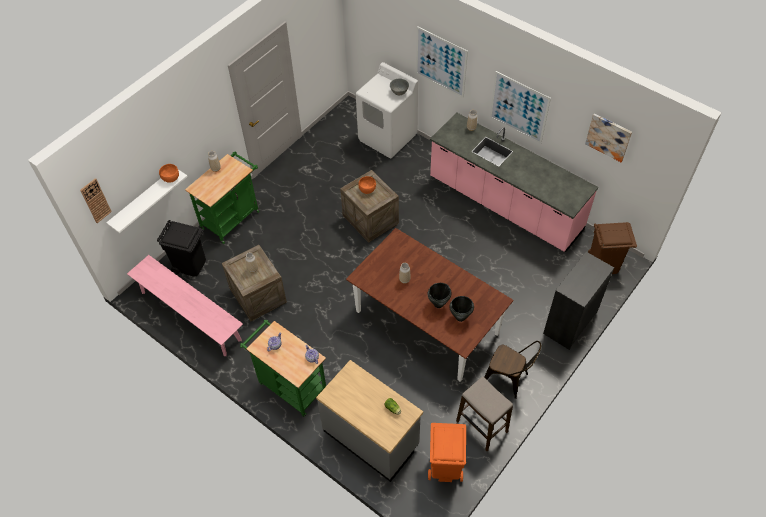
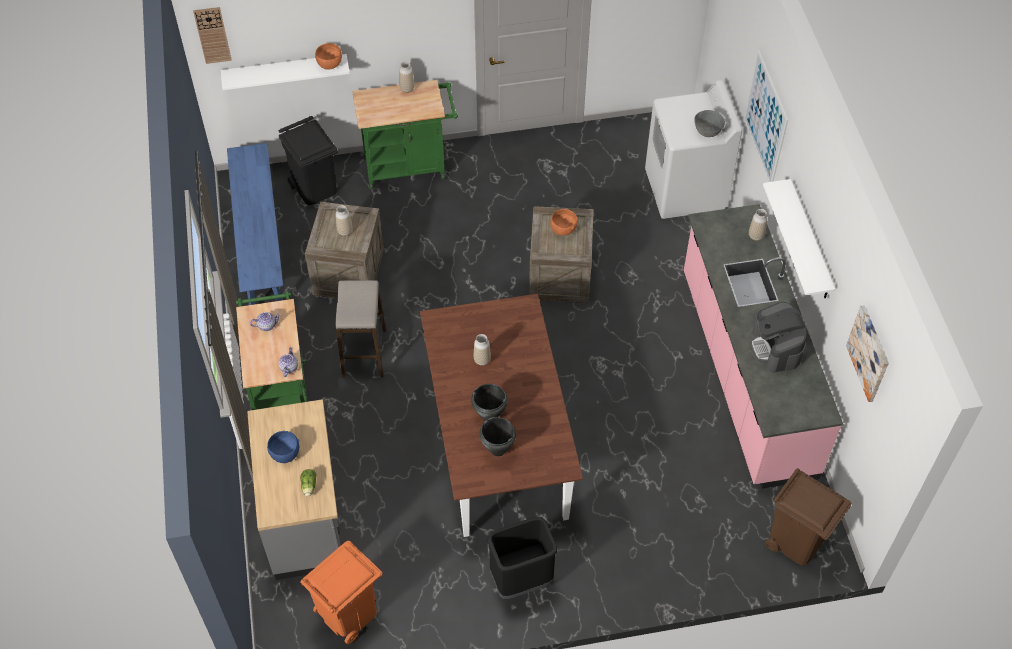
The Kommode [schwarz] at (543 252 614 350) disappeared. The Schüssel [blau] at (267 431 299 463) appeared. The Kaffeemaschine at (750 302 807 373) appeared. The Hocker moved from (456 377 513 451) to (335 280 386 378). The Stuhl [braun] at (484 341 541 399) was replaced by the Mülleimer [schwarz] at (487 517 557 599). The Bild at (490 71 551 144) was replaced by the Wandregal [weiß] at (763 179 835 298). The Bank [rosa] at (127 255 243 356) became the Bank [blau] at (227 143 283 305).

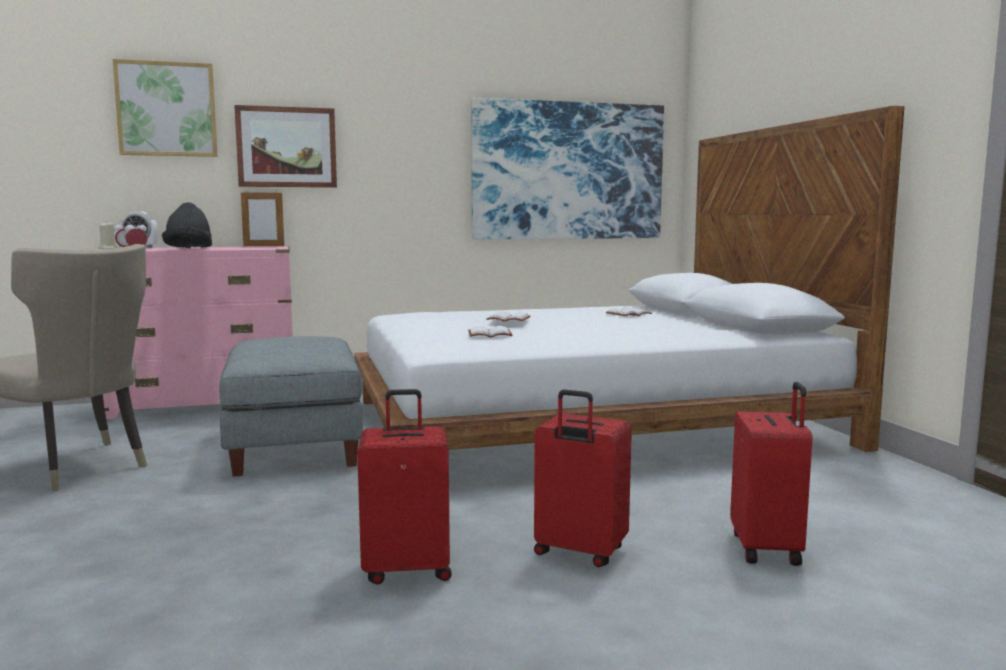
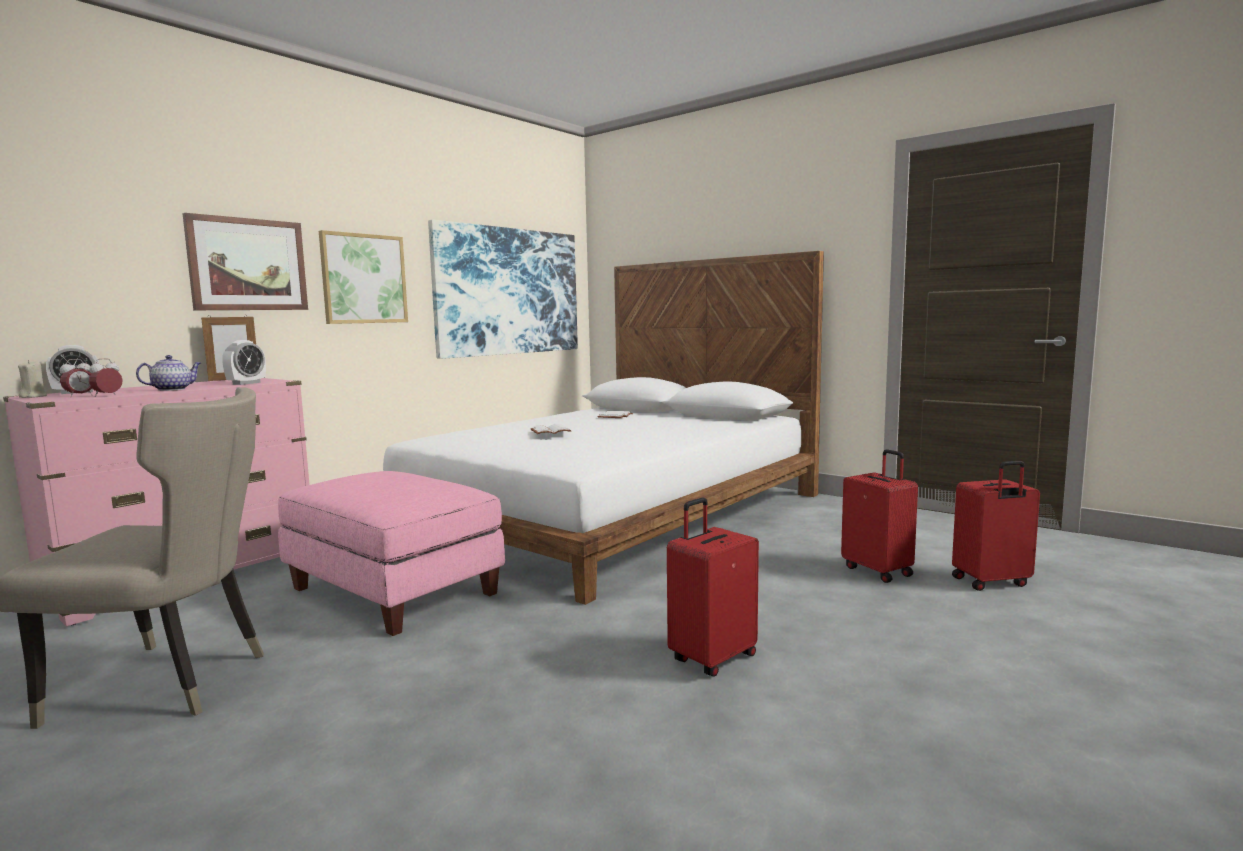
The Buch [weiß] at (468 326 512 338) disappeared. The Wecker at (222 340 266 385) appeared. The Bild moved from (113 59 218 157) to (319 230 408 324). The Koffer [rot] moved from (534 389 632 567) to (952 461 1040 591). The Hut [schwarz] at (162 202 212 248) was replaced by the Teekanne at (136 355 201 391). The Polsterhocker [grau] at (219 336 363 477) became the Polsterhocker [rosa] at (278 471 505 636).

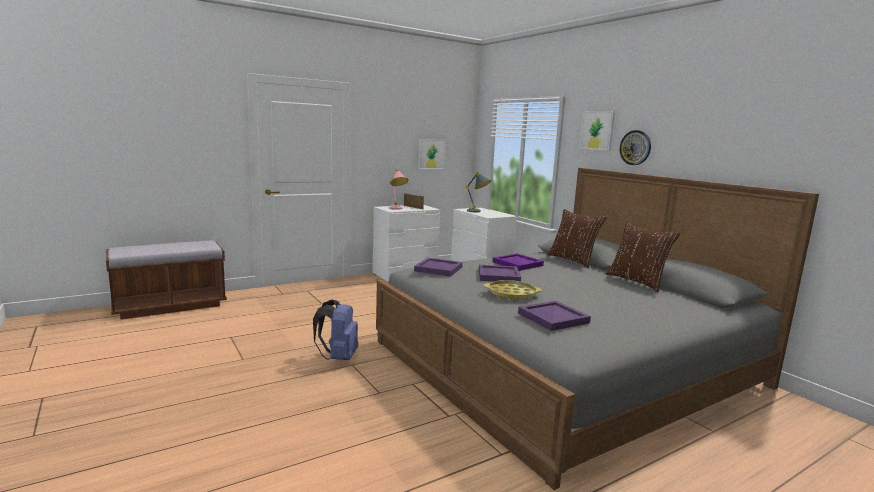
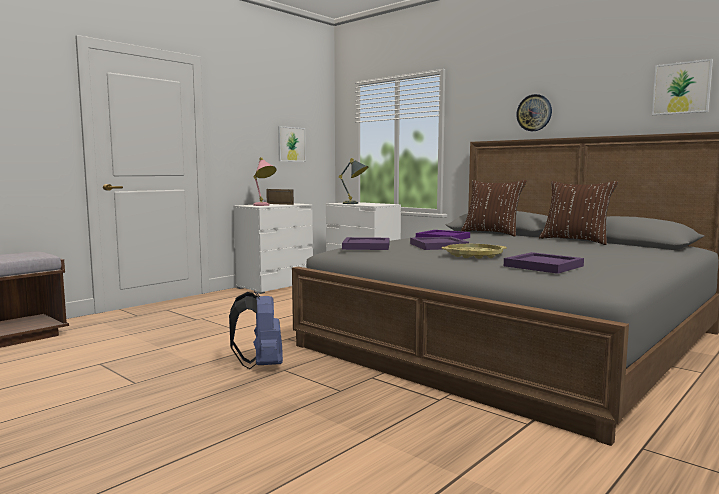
The Bild moved from (580 111 615 150) to (652 59 713 115).

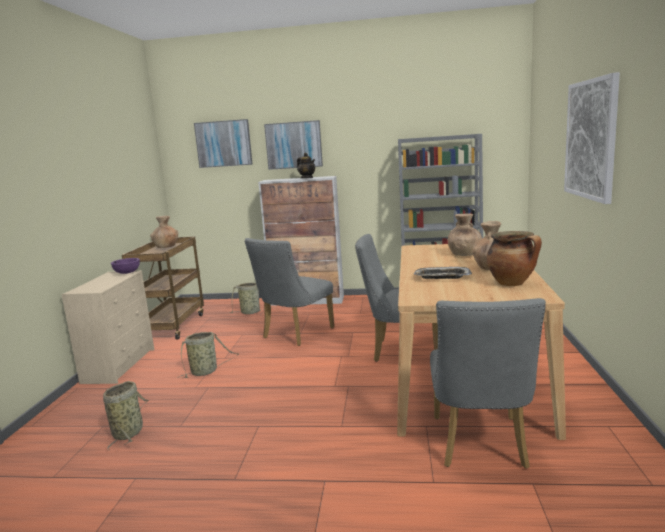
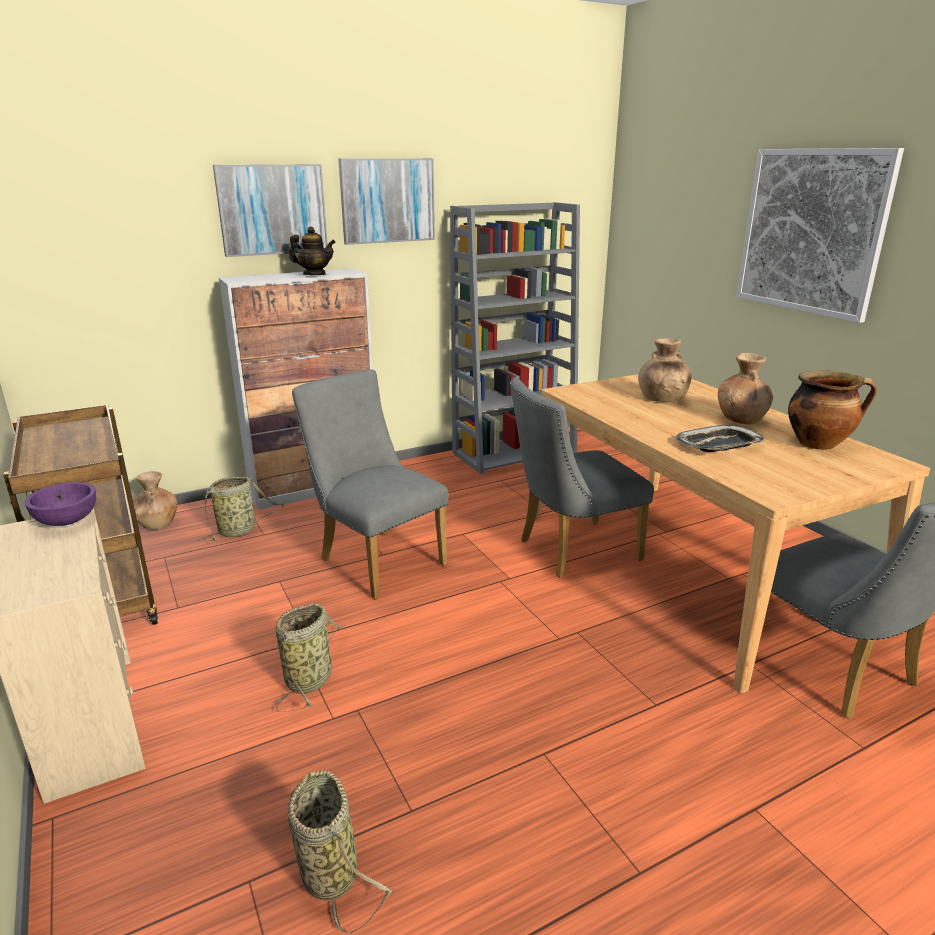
The Vase [braun] moved from (150 216 179 248) to (133 471 178 530). The Bild moved from (194 119 252 168) to (339 158 435 245). The Stuhl [grau] at (244 238 335 346) turned 135 degrees clockwise.

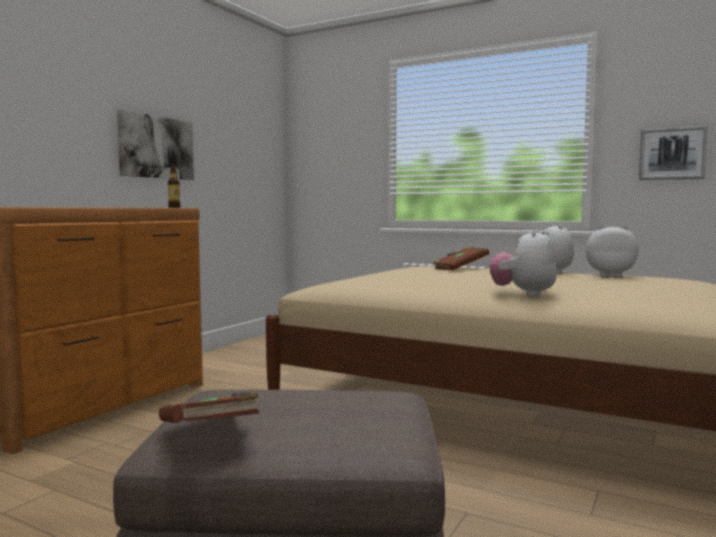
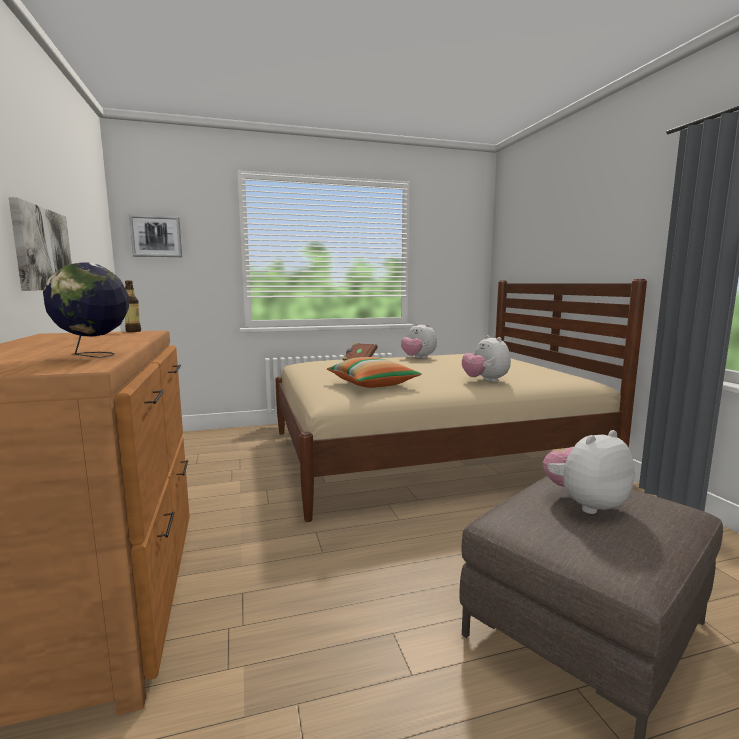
The Buch [braun] at (159 392 259 423) disappeared. The Globus at (43 262 129 358) appeared. The Kissen at (327 357 422 388) appeared. The Plüschtier moved from (586 225 639 277) to (543 430 634 514). The Bild moved from (639 125 708 180) to (129 215 182 257).

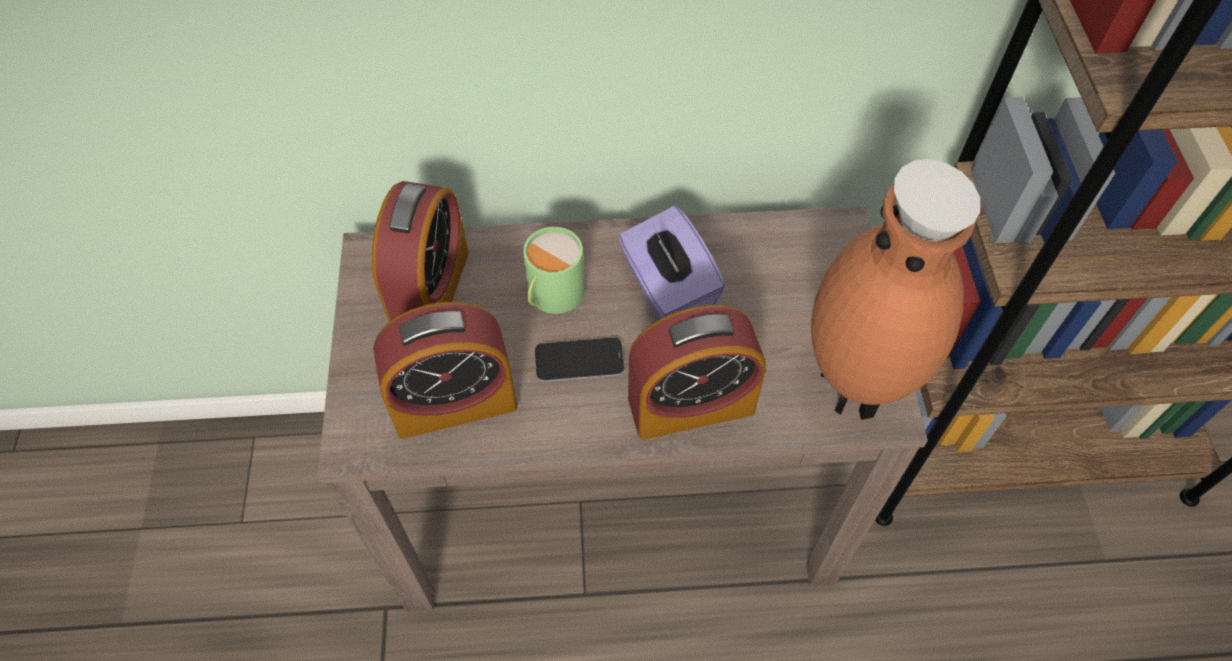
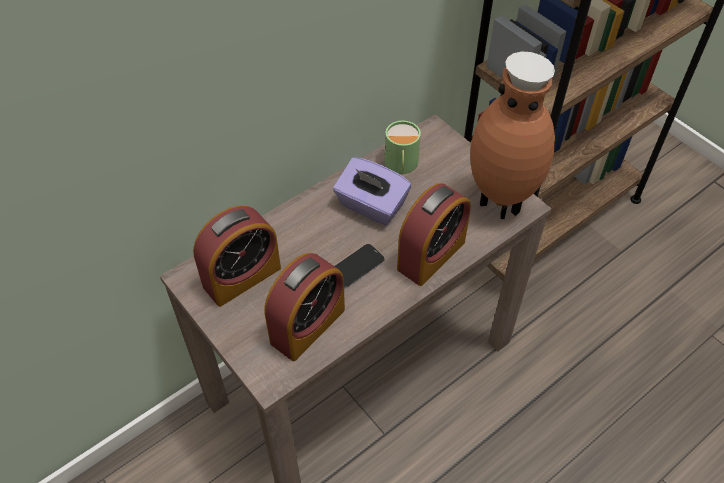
The Henkelbecher [grün] moved from (522 227 585 314) to (384 121 421 174). The Wecker at (372 181 469 322) turned 75 degrees clockwise.

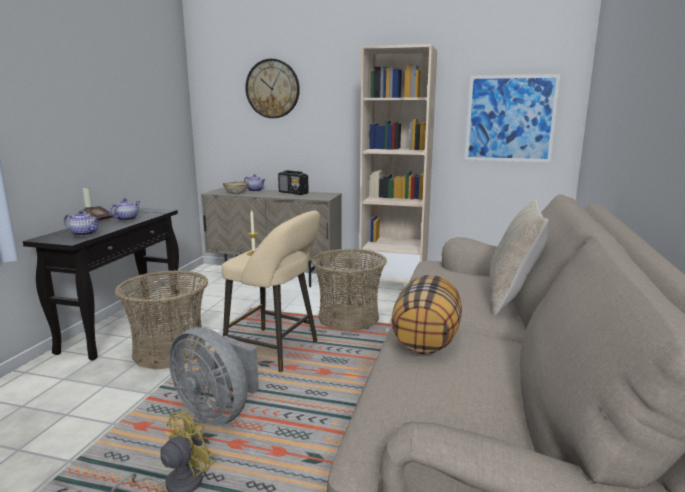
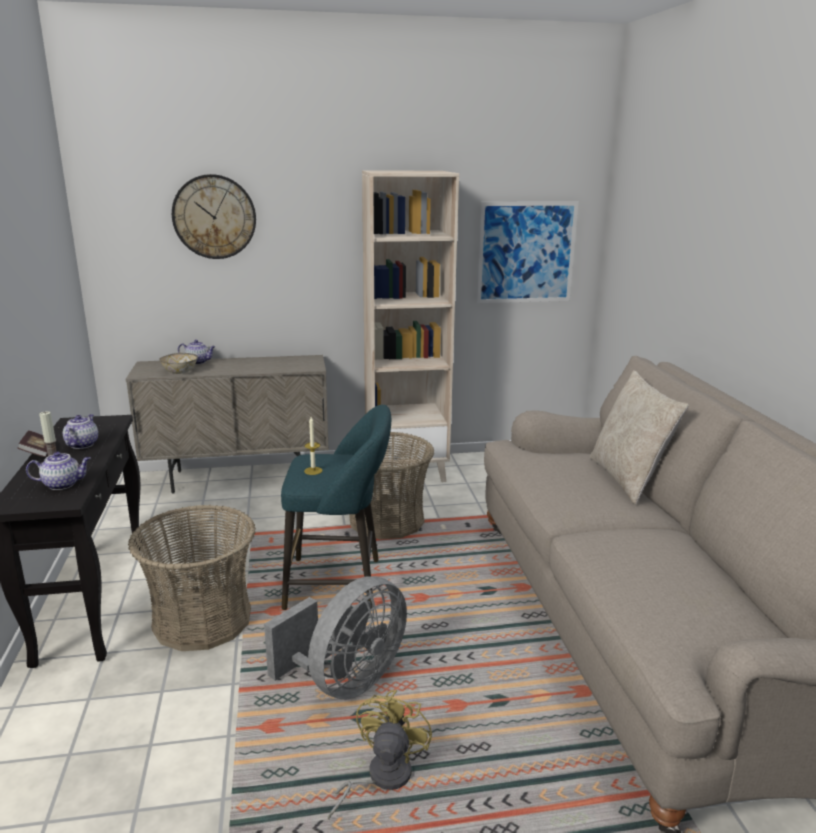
The Radio at (278 170 308 195) disappeared. The Kissen at (391 275 462 354) disappeared. The Hocker [beige] at (222 211 320 372) became the Hocker [türkis] at (281 405 391 610). The Ventilator [grau] at (169 327 259 426) turned 60 degrees counterclockwise.

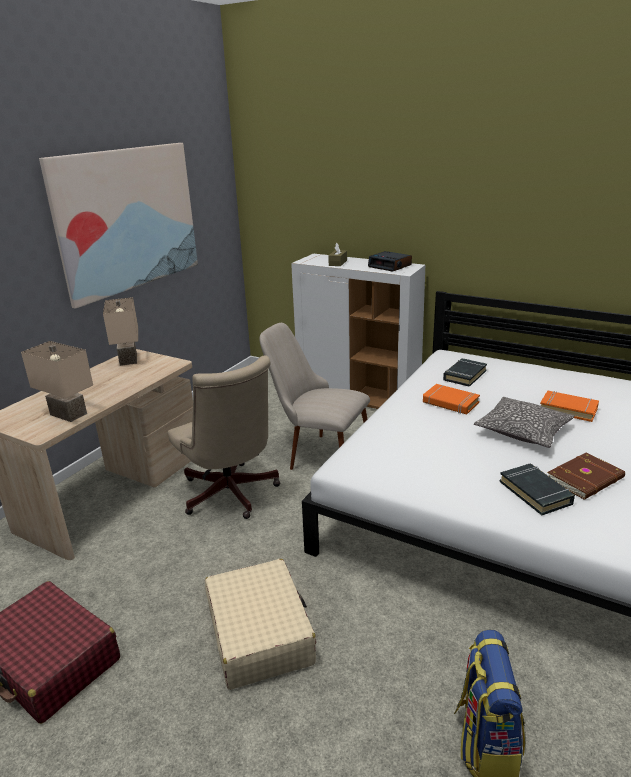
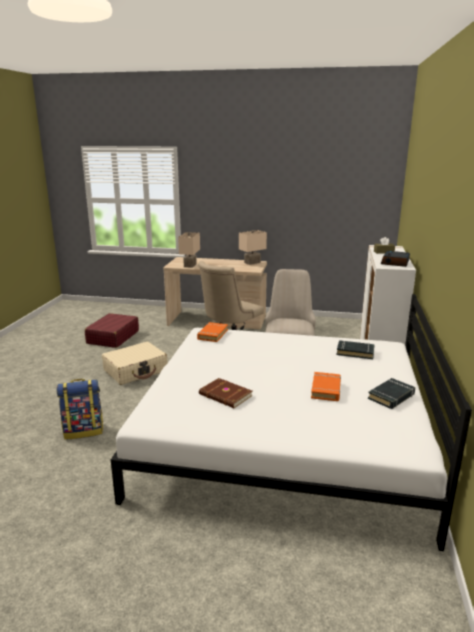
The Bild at (39 143 198 309) disappeared. The Kissen at (474 397 574 448) disappeared. The Buch [orange] moved from (423 384 480 414) to (197 322 228 342). The Buch [schwarz] moved from (500 463 575 515) to (368 378 415 409).

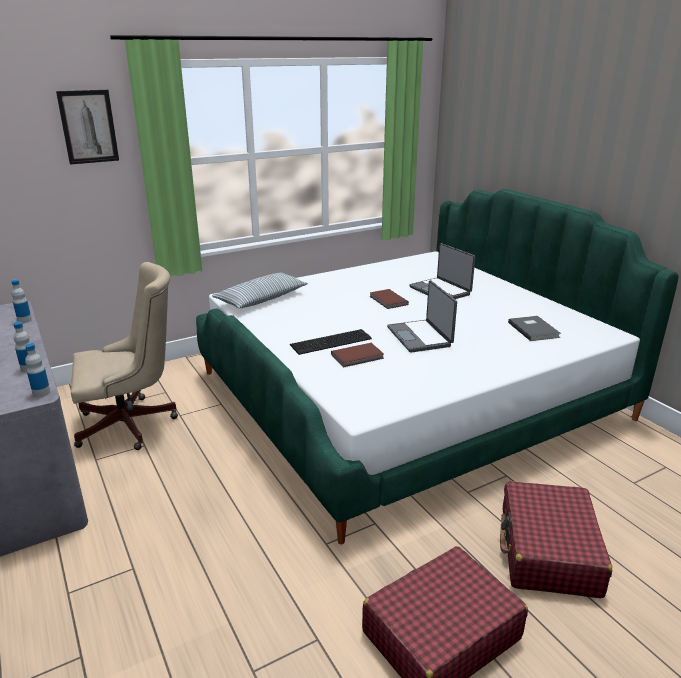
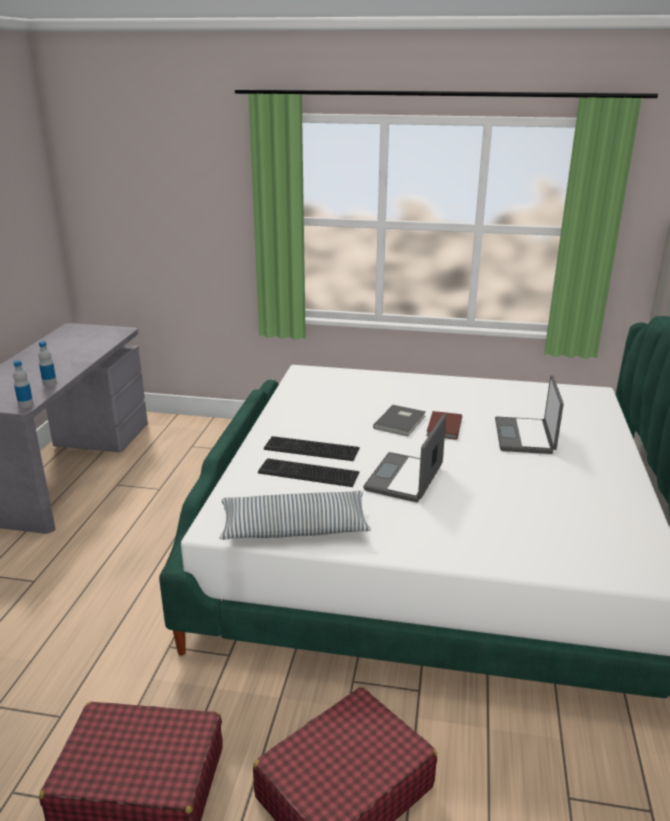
The Flasche at (11 279 32 323) disappeared. The Bild at (56 90 119 165) disappeared. The Bürostuhl [beige] at (71 262 178 450) disappeared. The Kissen moved from (212 273 308 308) to (220 491 371 540). The Buch [grau] moved from (508 316 561 341) to (373 405 426 436). The Buch [braun] at (331 343 384 368) was replaced by the Tastatur at (258 458 360 487).

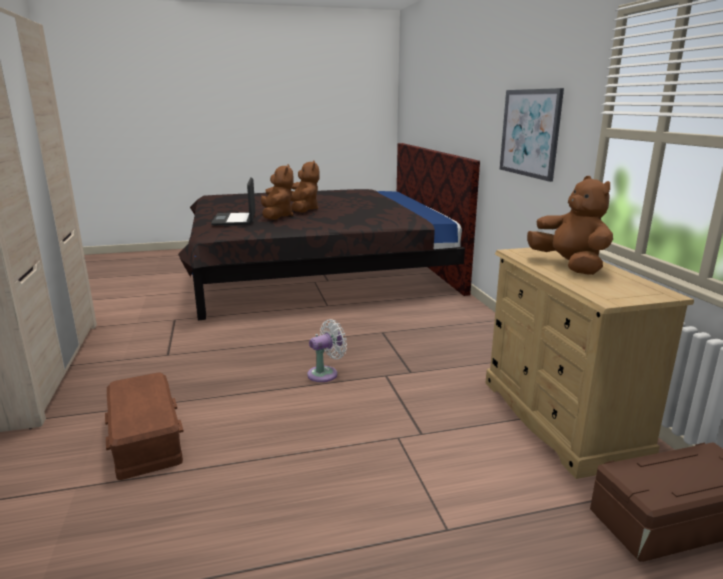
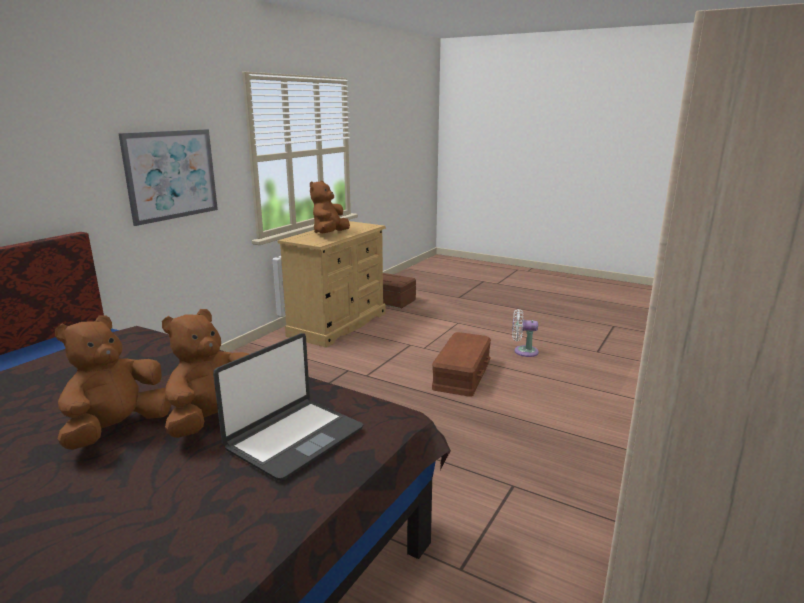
The Aufbewahrungsbox [braun] moved from (105 373 184 480) to (432 332 491 397). The Ventilator [weiß] moved from (307 319 347 382) to (512 309 539 357).

